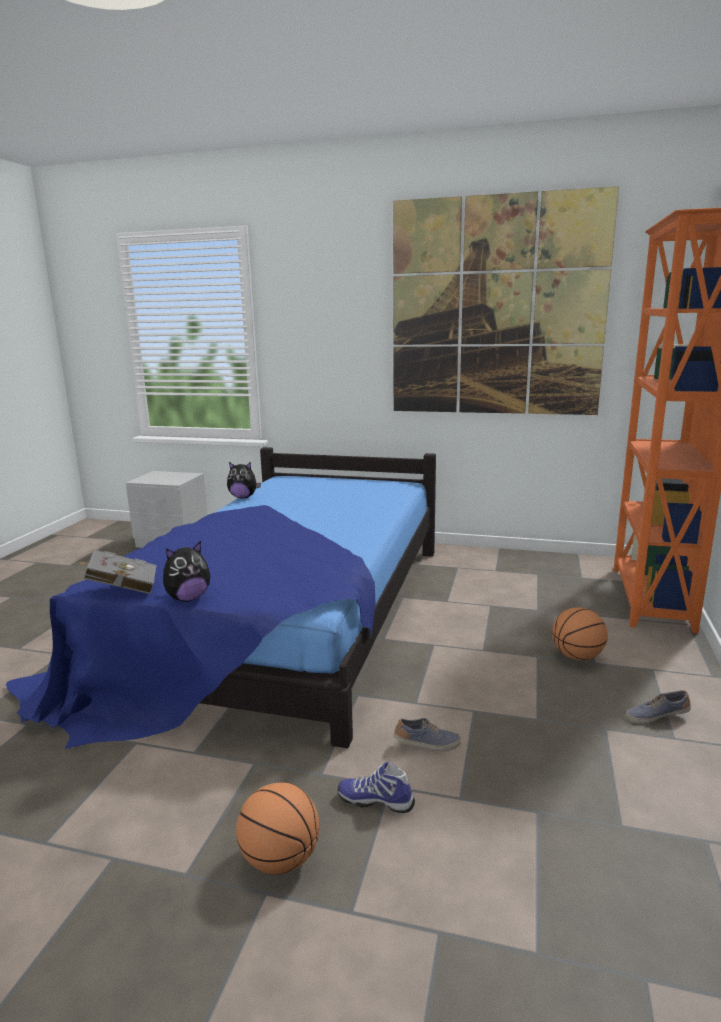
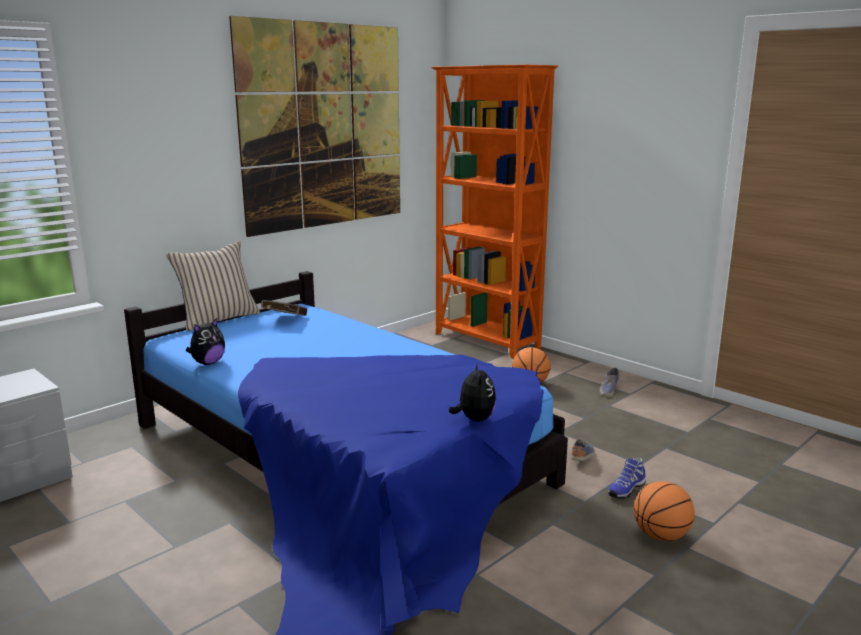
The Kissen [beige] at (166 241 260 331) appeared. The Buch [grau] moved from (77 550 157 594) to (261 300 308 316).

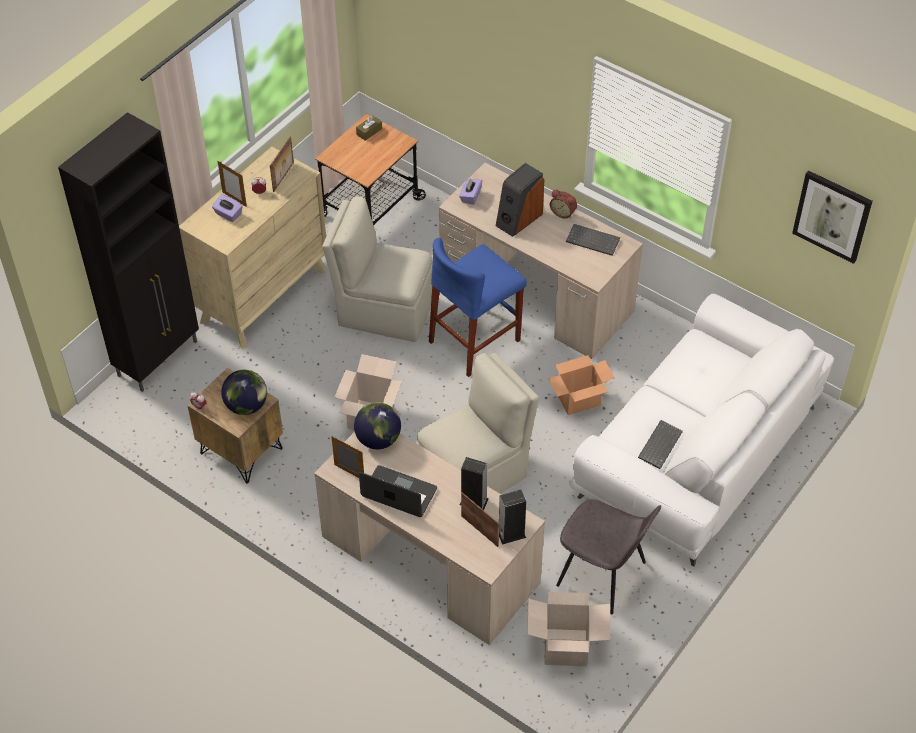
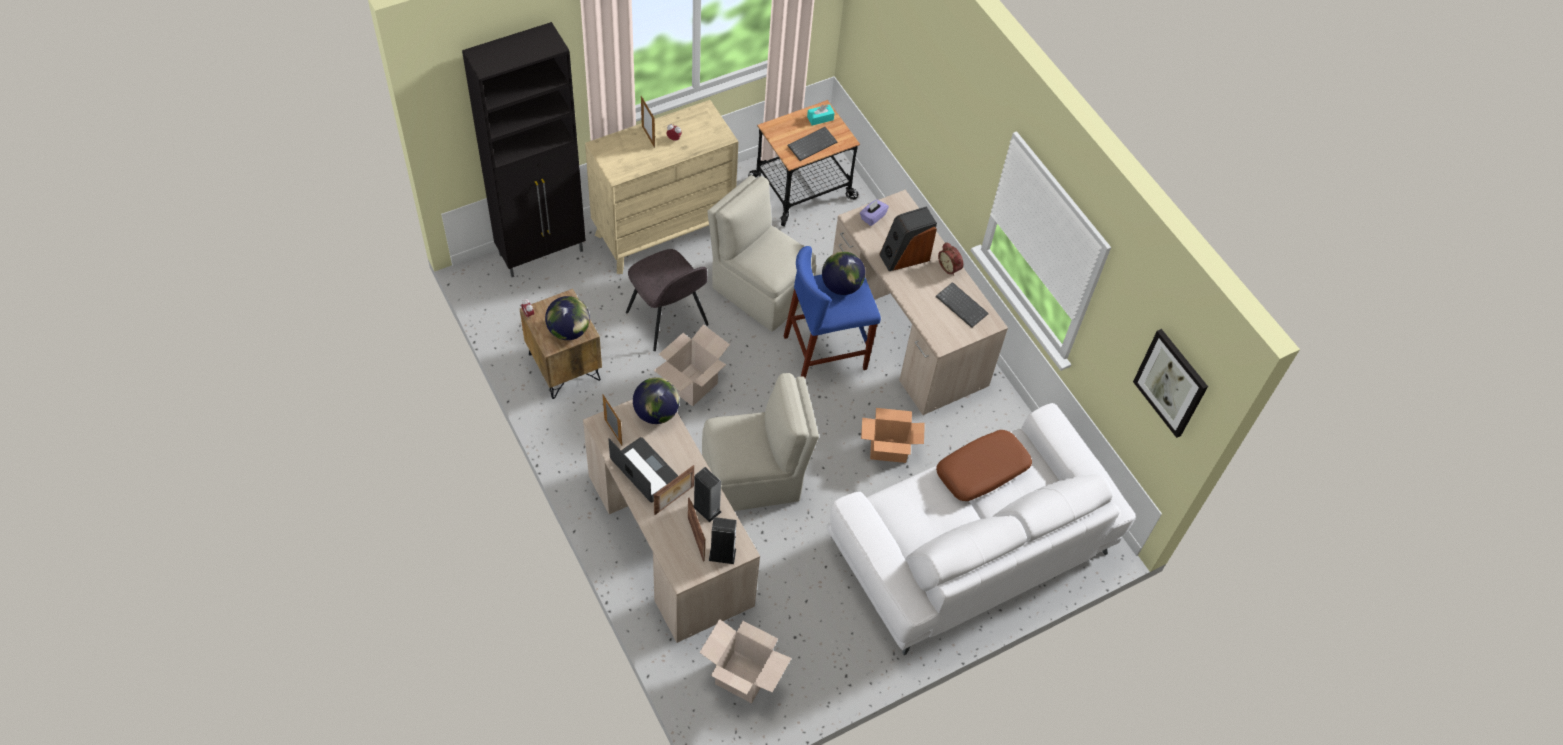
The Taschentuchbox [lila] at (212 194 243 222) disappeared. The Globus at (822 252 865 295) appeared. The Kissen [braun] at (936 430 1032 501) appeared. The Bilderrahmen moved from (270 136 294 192) to (654 465 694 515). The Stuhl [grau] moved from (556 499 661 615) to (626 249 709 351). The Tastatur moved from (638 420 683 469) to (788 127 837 161). The Taschentuchbox [braun] at (356 116 382 141) became the Taschentuchbox [türkis] at (807 104 835 126).

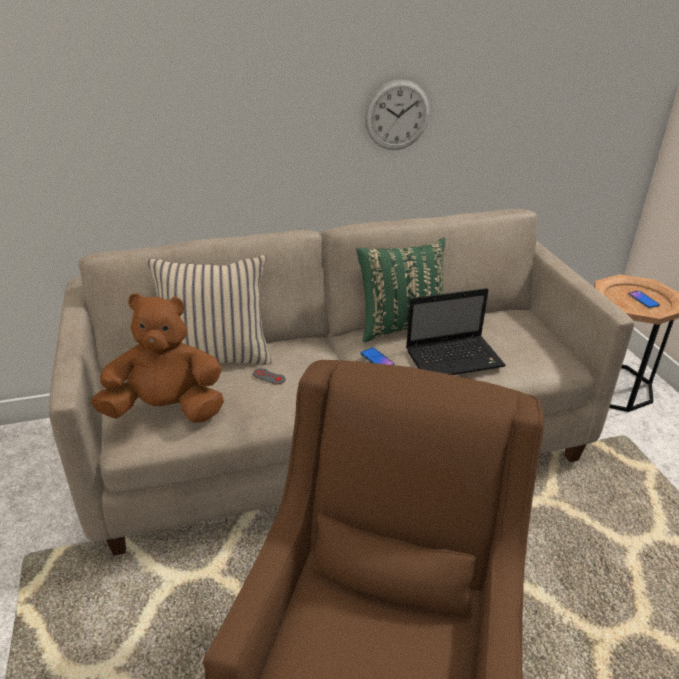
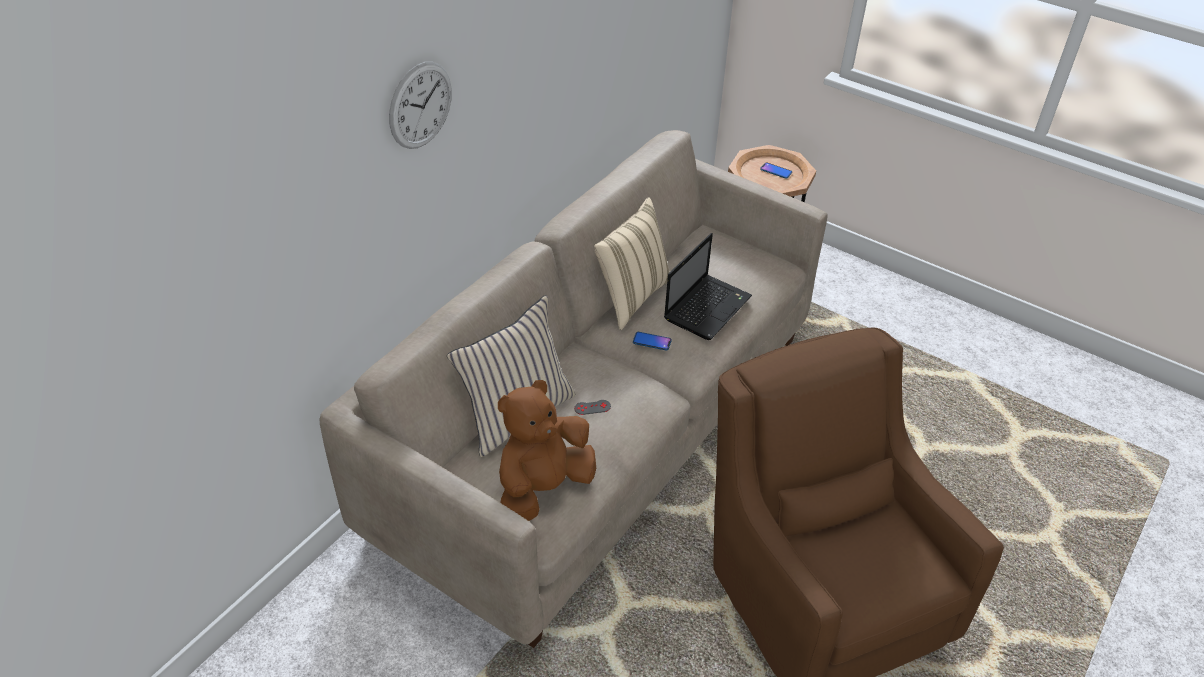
The Wanduhr moved from (365 80 430 150) to (389 62 452 149). The Kissen [grün] at (356 238 445 342) became the Kissen [beige] at (594 198 670 330).

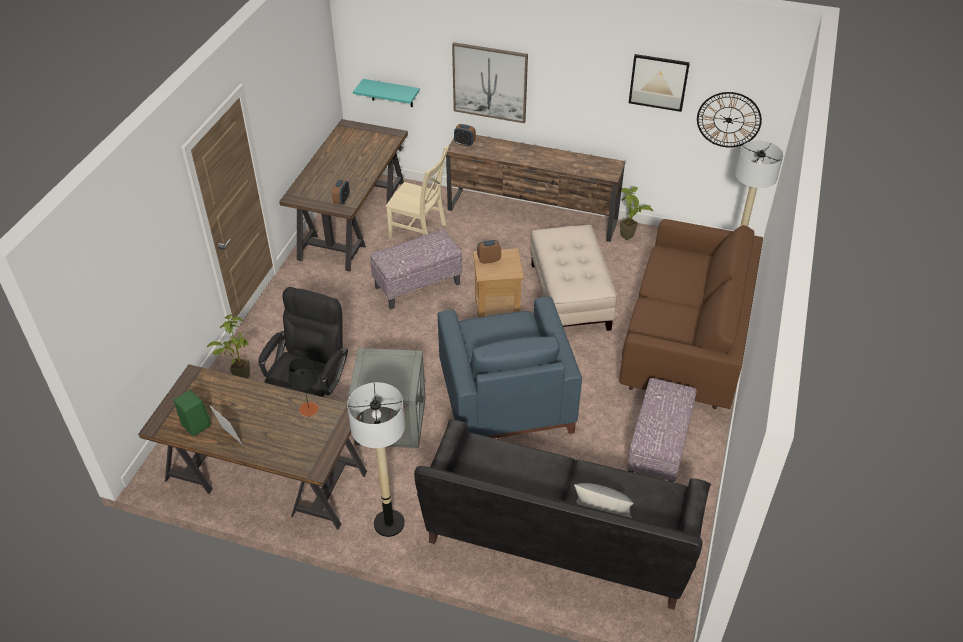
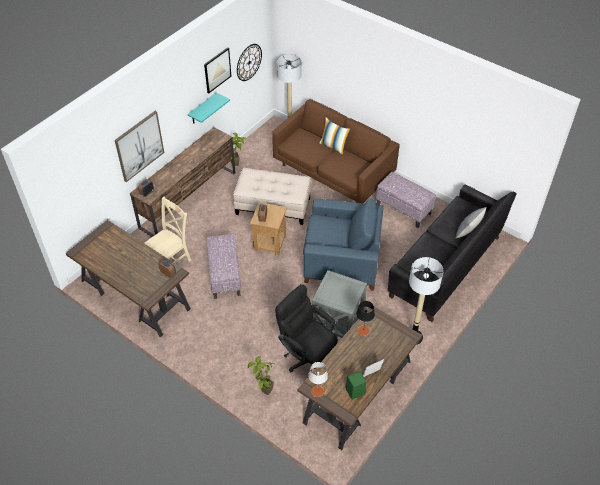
The Tischlampe [grau] at (308 362 328 397) appeared. The Kissen at (319 117 351 155) appeared. The Wandregal [türkis] moved from (353 79 420 107) to (187 92 230 124).

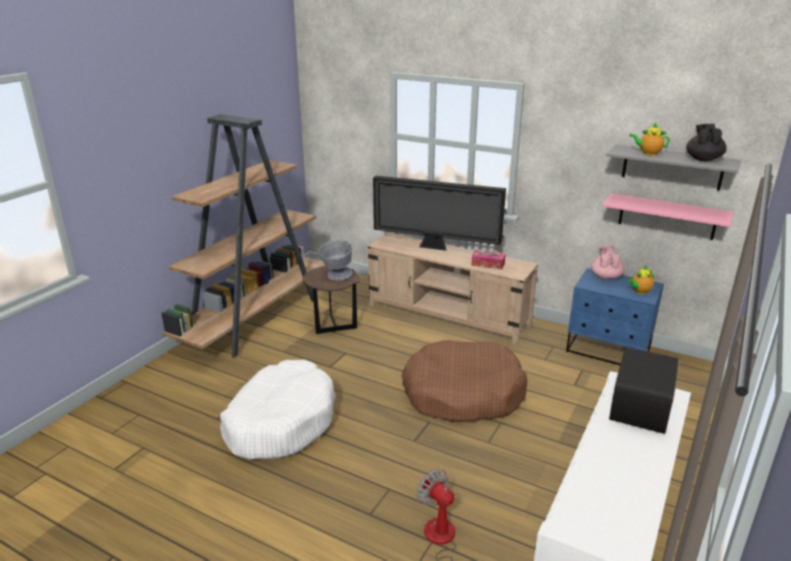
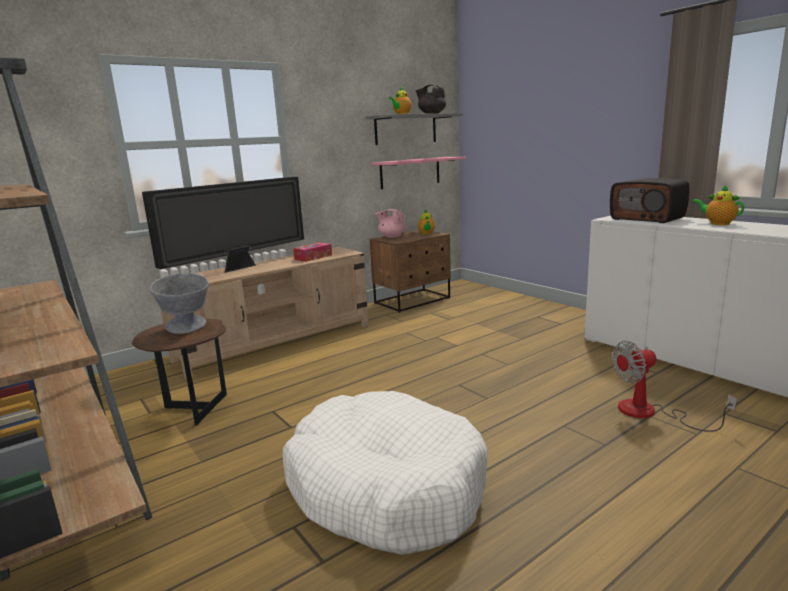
The Hundebett [braun] at (402 340 528 422) disappeared. The Teekanne at (692 185 744 225) appeared. The Nachttisch [blau] at (566 268 664 365) became the Nachttisch [braun] at (369 230 451 313).

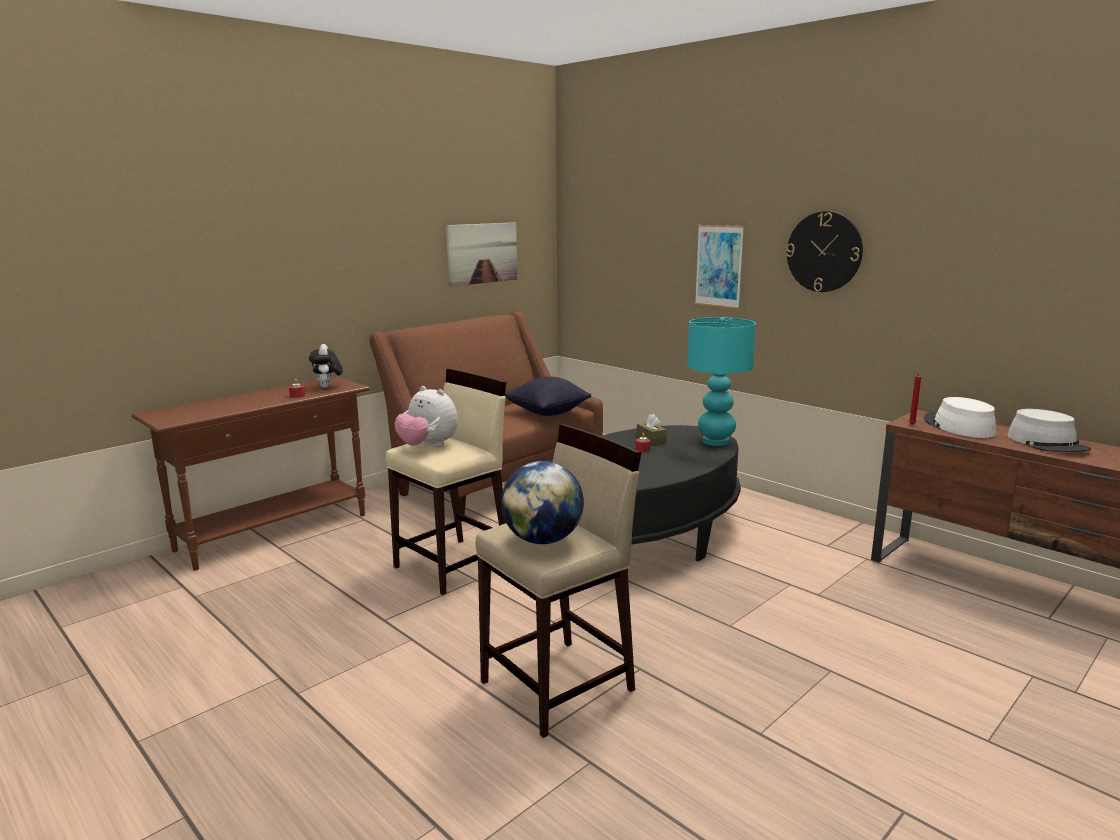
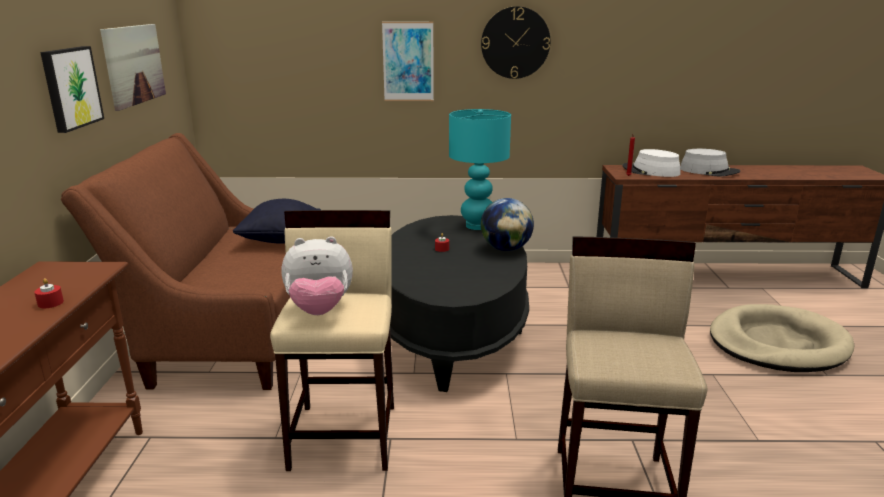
The Plüschtier at (309 344 343 388) disappeared. The Taschentuchbox [braun] at (637 414 667 445) disappeared. The Bild at (40 46 104 133) appeared. The Hundebett [beige] at (710 304 854 372) appeared. The Globus moved from (501 461 584 544) to (481 198 534 251).

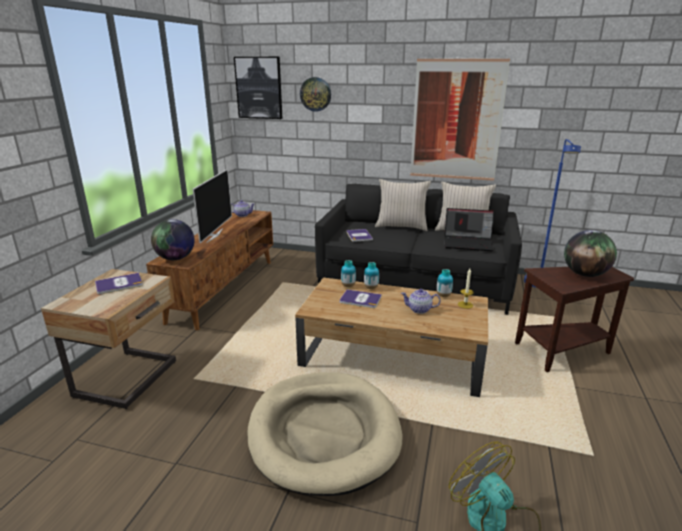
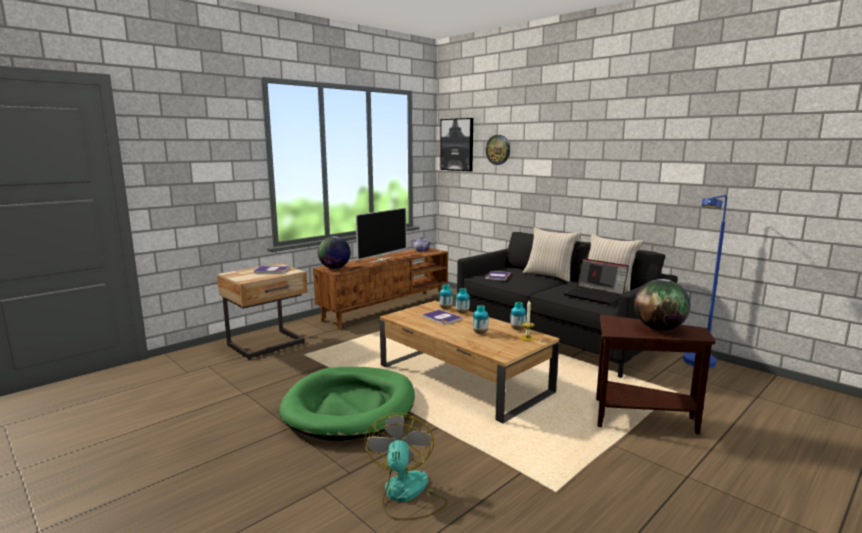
The Bild at (410 58 510 181) disappeared. The Teekanne at (401 289 441 314) was replaced by the Vase at (473 305 489 334). The Hundebett [beige] at (248 372 402 496) became the Hundebett [grün] at (279 367 415 441).

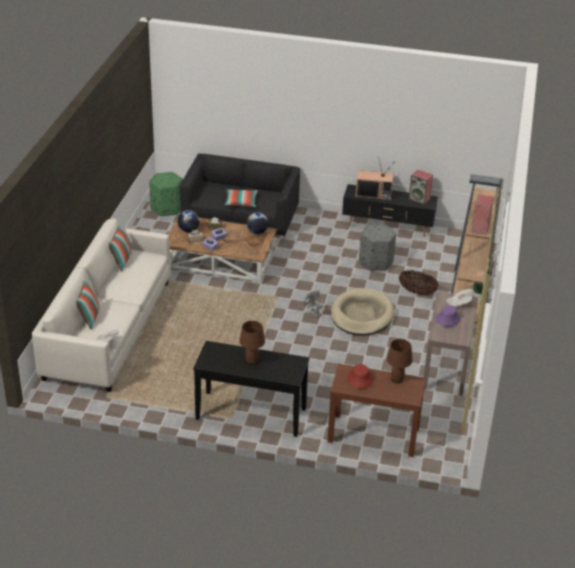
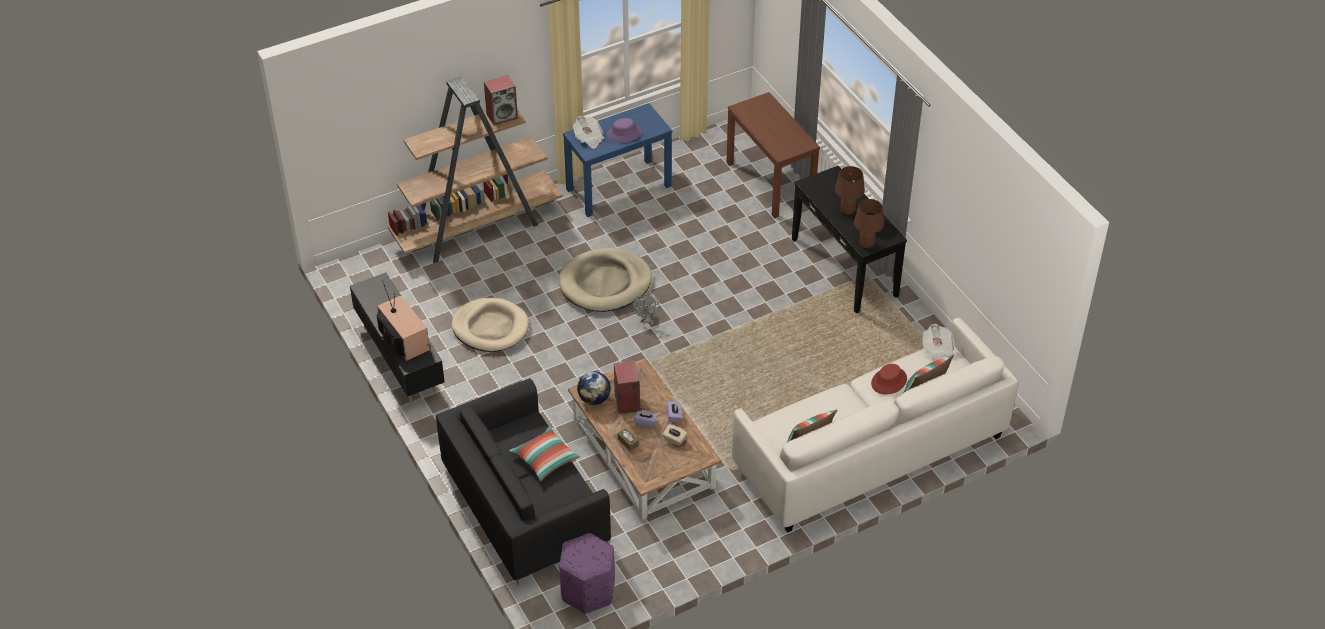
The Globus at (177 210 200 232) disappeared. The Korb at (399 270 439 295) disappeared. The Hut [rot] moved from (347 364 373 389) to (871 364 907 395). The Tischlampe [braun] moved from (386 339 412 383) to (854 199 884 250). The Lautsprecher moved from (409 170 433 205) to (614 361 640 414). The Polsterhocker [grau] at (359 224 396 271) was replaced by the Hundebett [beige] at (451 298 529 352). The Polsterhocker [grün] at (149 172 183 217) became the Polsterhocker [lila] at (559 533 615 614). The Konsolentisch [braun] at (424 292 478 396) became the Konsolentisch [blau] at (563 103 672 217).

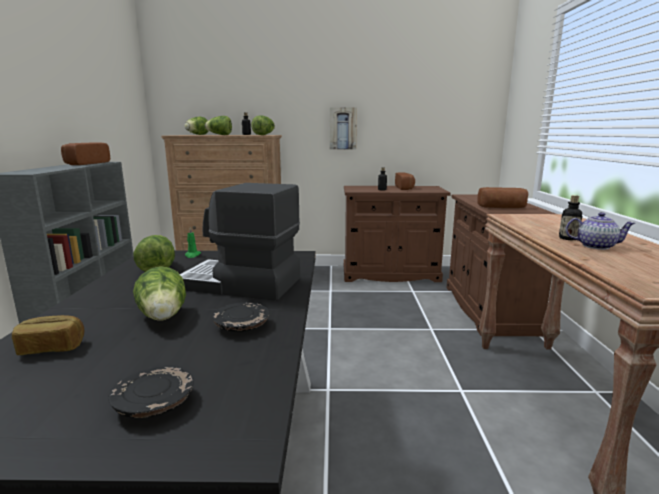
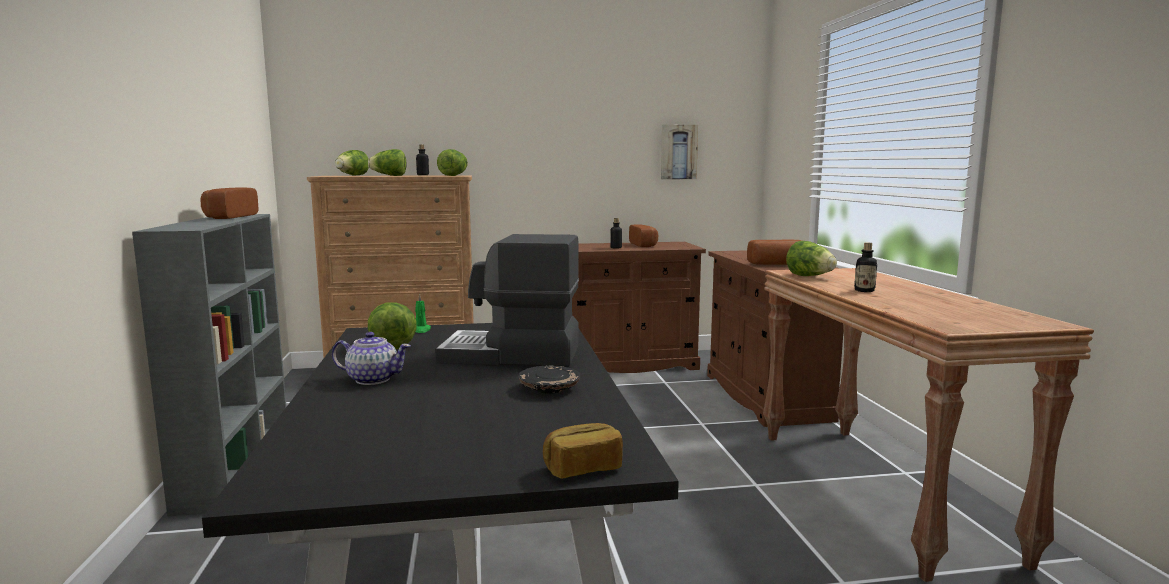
The Teller [schwarz] at (108 367 194 418) disappeared. The Brot moved from (12 315 84 355) to (543 423 623 479). The Salatkopf moved from (133 266 186 320) to (786 241 837 276). The Bild moved from (330 108 357 149) to (661 124 698 179). The Teekanne moved from (565 212 636 250) to (332 332 411 385).

